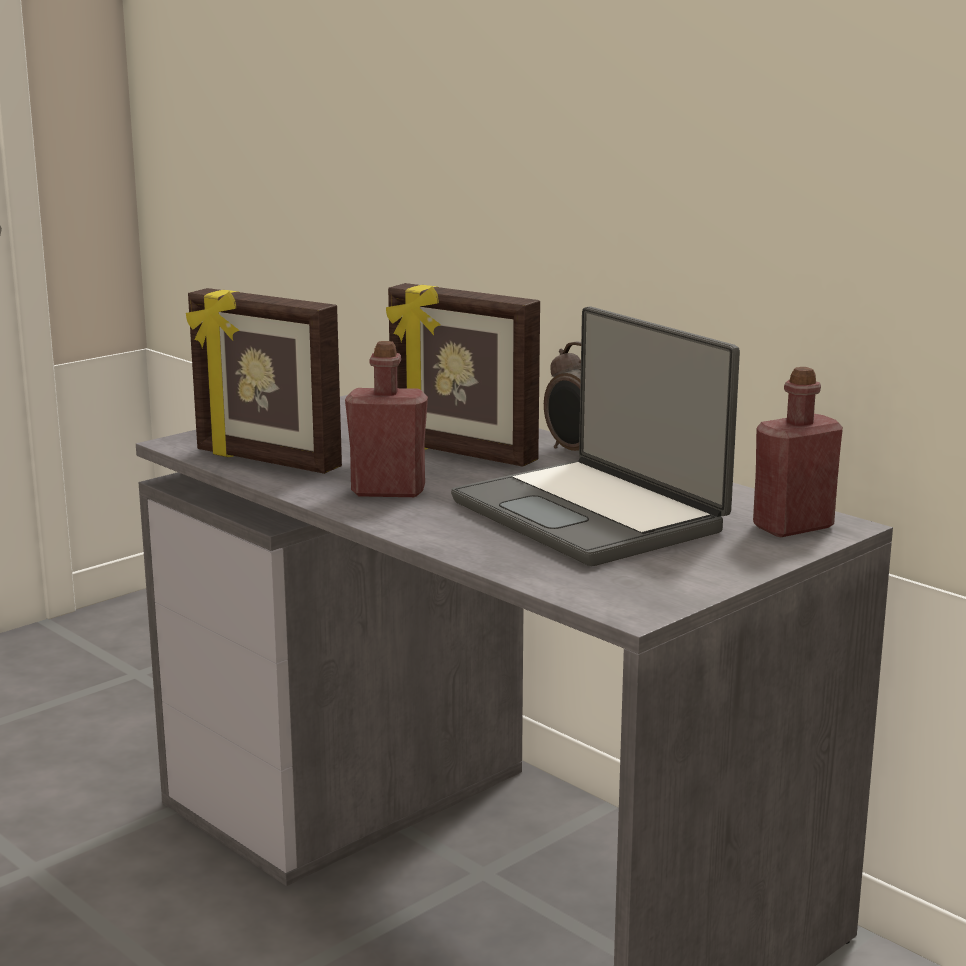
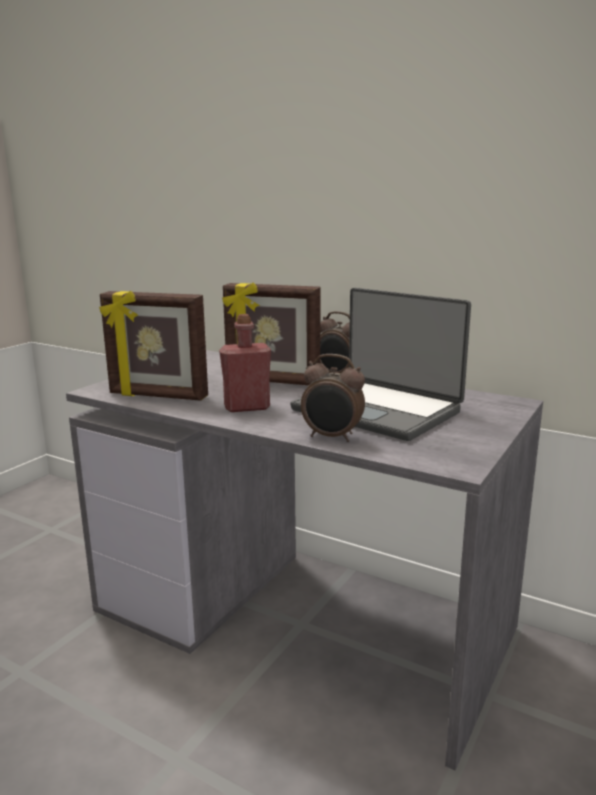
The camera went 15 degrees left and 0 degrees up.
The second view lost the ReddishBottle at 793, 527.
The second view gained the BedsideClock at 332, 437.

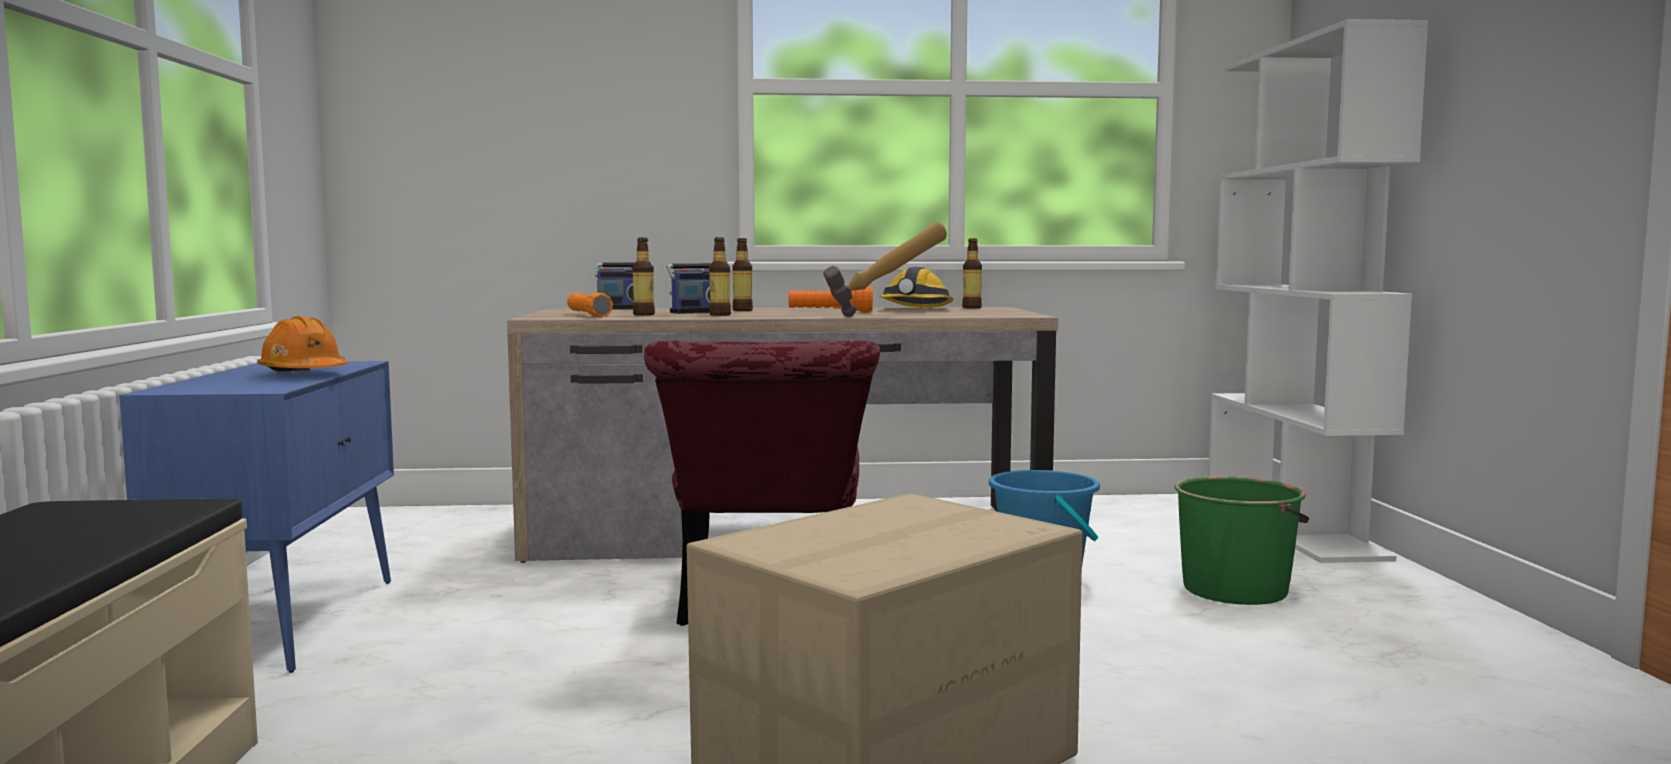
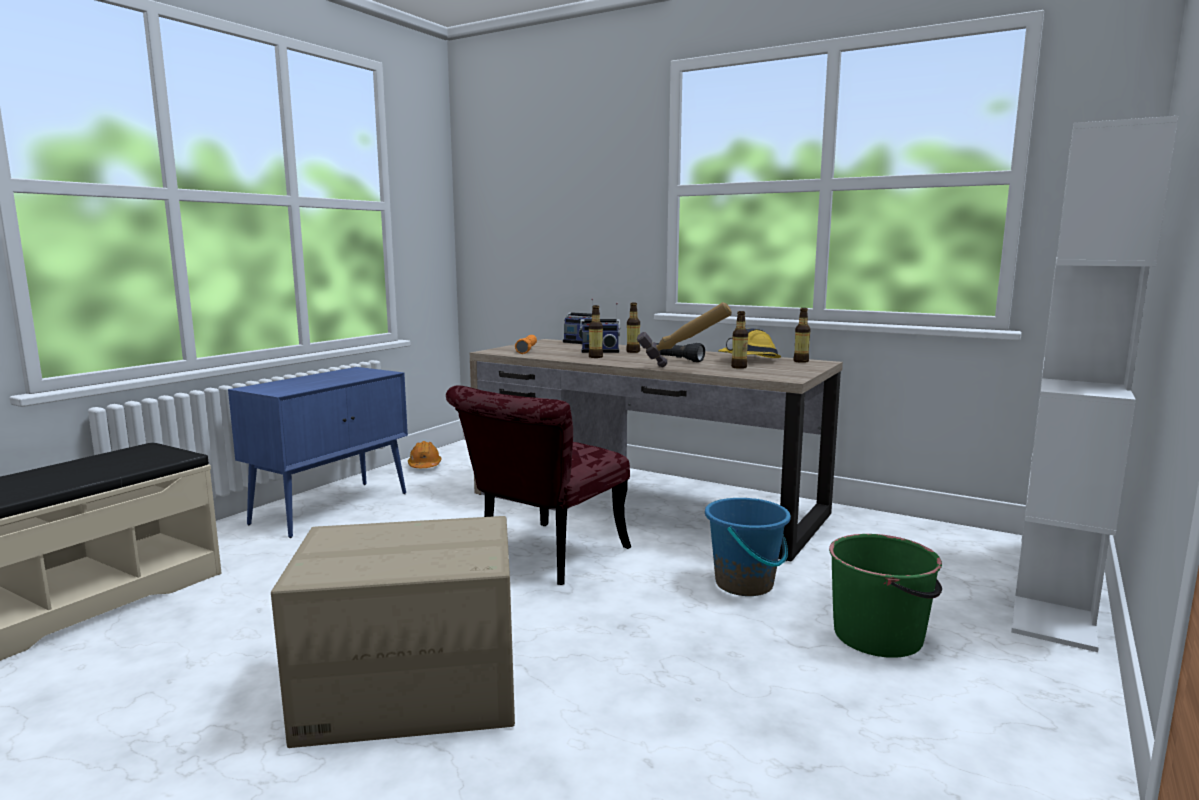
The camera went 35 degrees right and 5 degrees up.
The OrangeyWorkHelmet ended up elsewhere, having gone from 304, 374 to 424, 466.
The Bottle ended up elsewhere, having gone from 644, 315 to 739, 367.
What was the OrangeyTorch at 830, 312 turned into the BlackTorch at 674, 359.

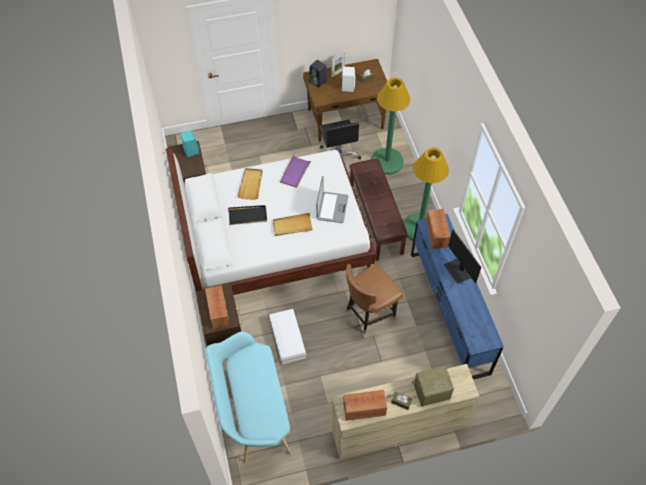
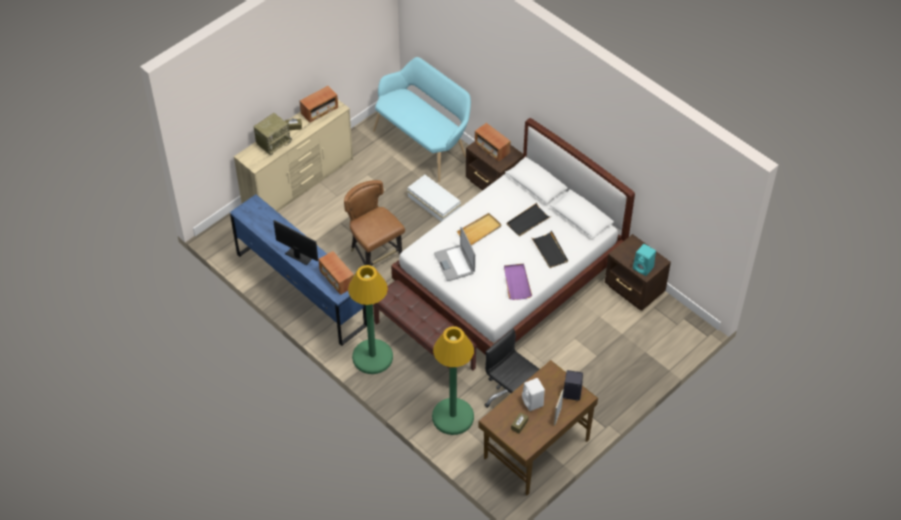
The camera went 150 degrees right and 5 degrees down.
What was the BeigeColouredTray at 251, 184 turned into the BlackTray at 550, 251.
The BrownishPlainChair at 369, 313 ended up facing another way, 60 degrees counterclockwise from before.

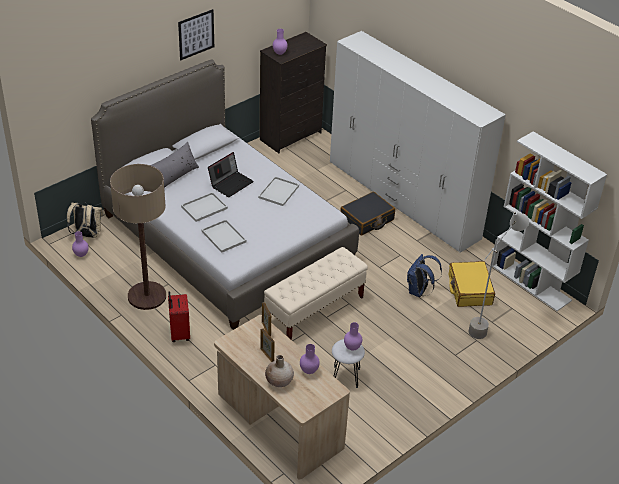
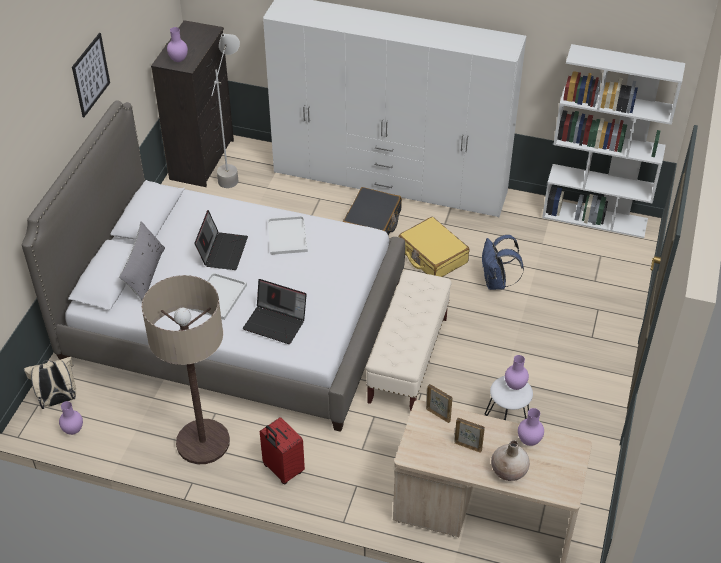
The camera went 30 degrees left and 5 degrees up.
Where the WhitishTray stood at 224, 237, the PortableComputer came to stand at 276, 323.
The YellowishTravelCase ended up elsewhere, having gone from 469, 290 to 432, 256.
The GrayStandingLamp ended up elsewhere, having gone from 487, 324 to 233, 170.

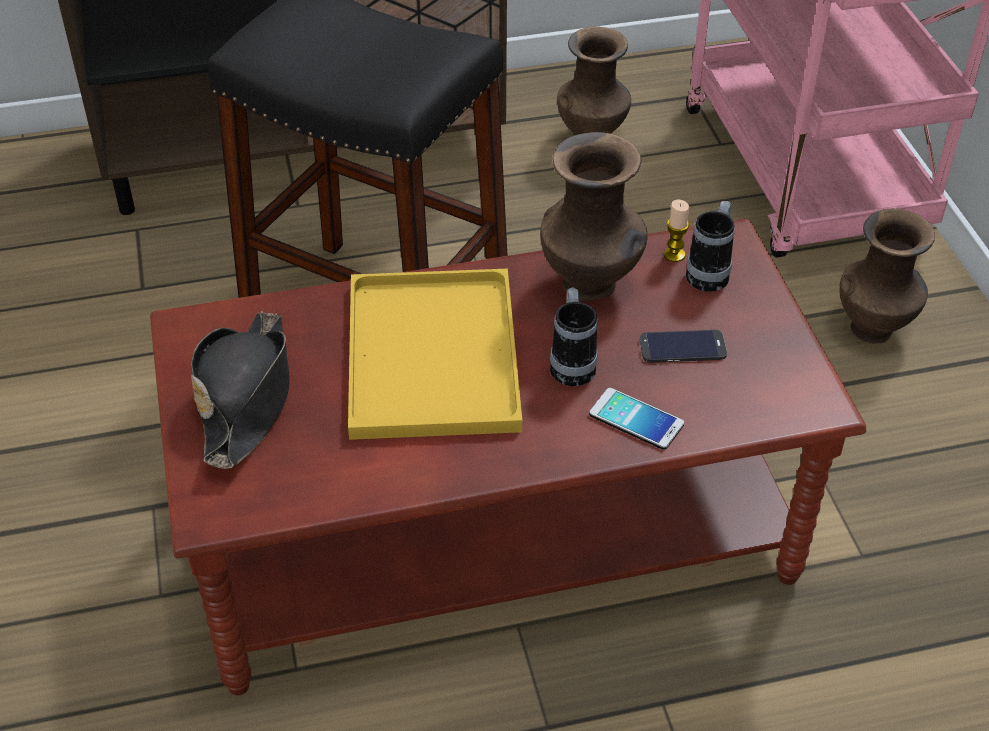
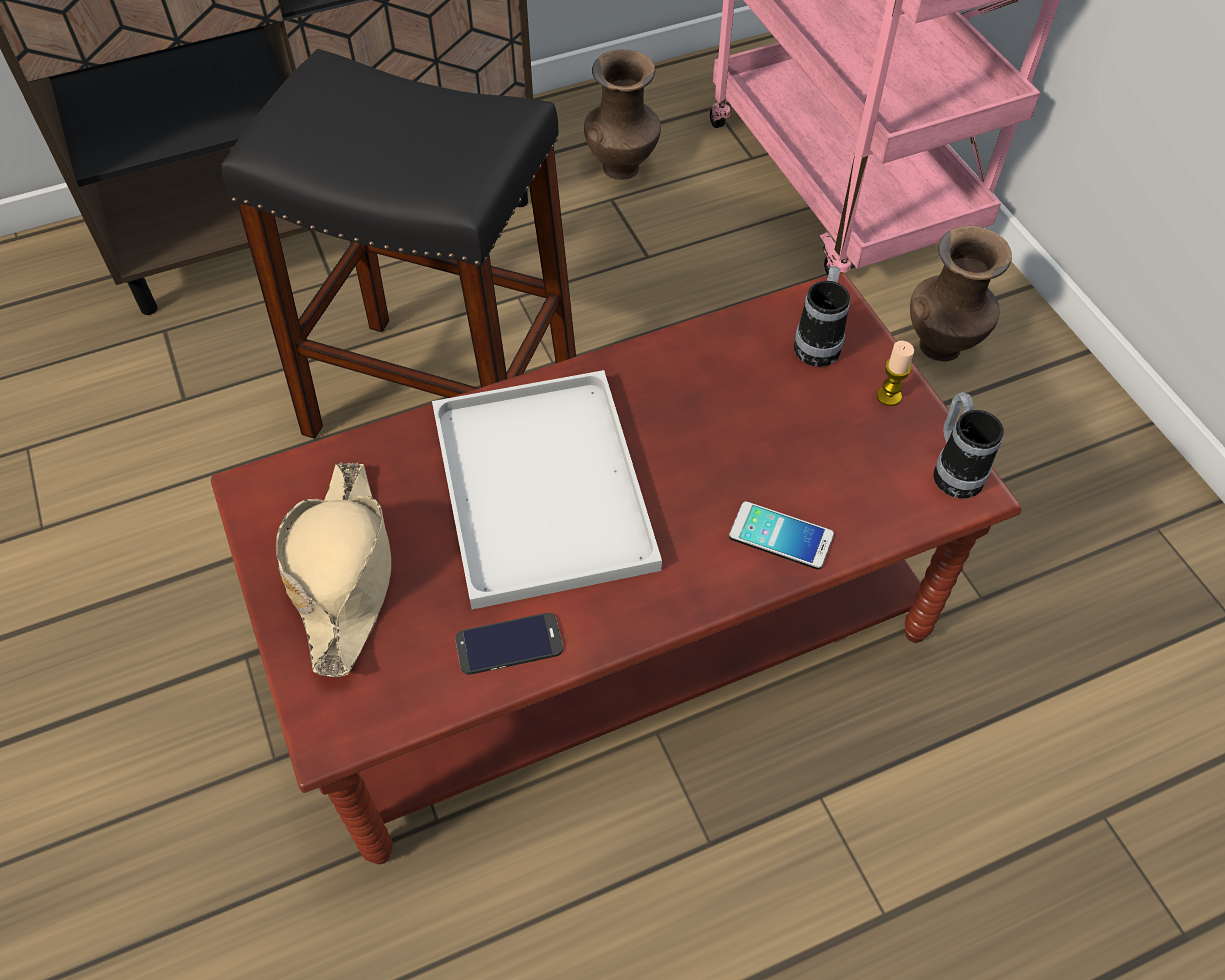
The camera went 10 degrees left and 10 degrees up.
What was the BlackHat at 247, 397 turned into the BeigeColouredHat at 344, 572.
What was the YellowishTray at 435, 358 turned into the WhitishTray at 546, 491.
The second view lost the BrownishDecorativeVase at 591, 285.
The TeaMug ended up elsewhere, having gone from 572, 364 to 954, 470.
The Handset ended up elsewhere, having gone from 682, 347 to 509, 644.
The WaxCandle ended up elsewhere, having gone from 674, 255 to 889, 396.

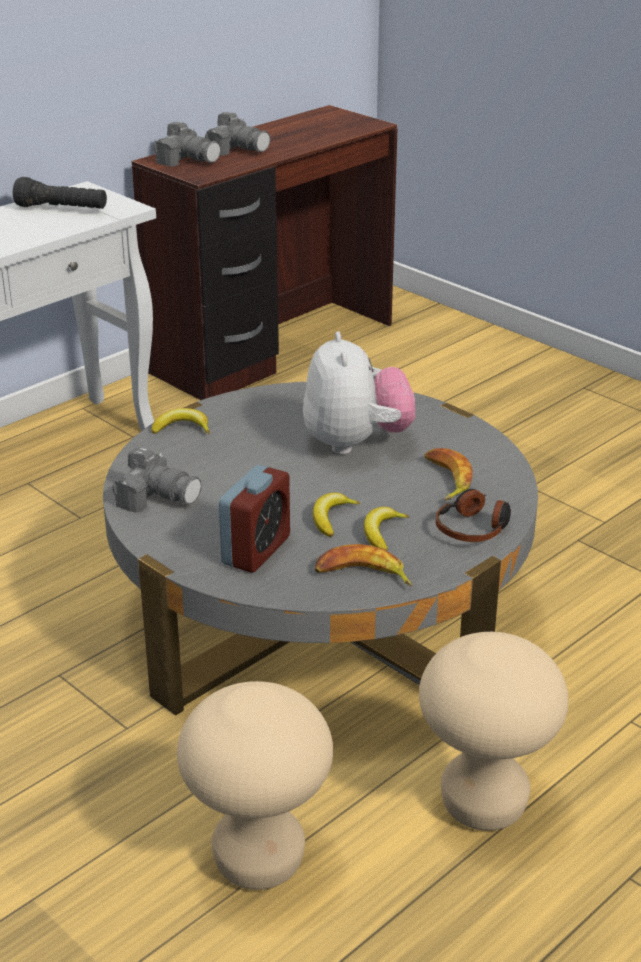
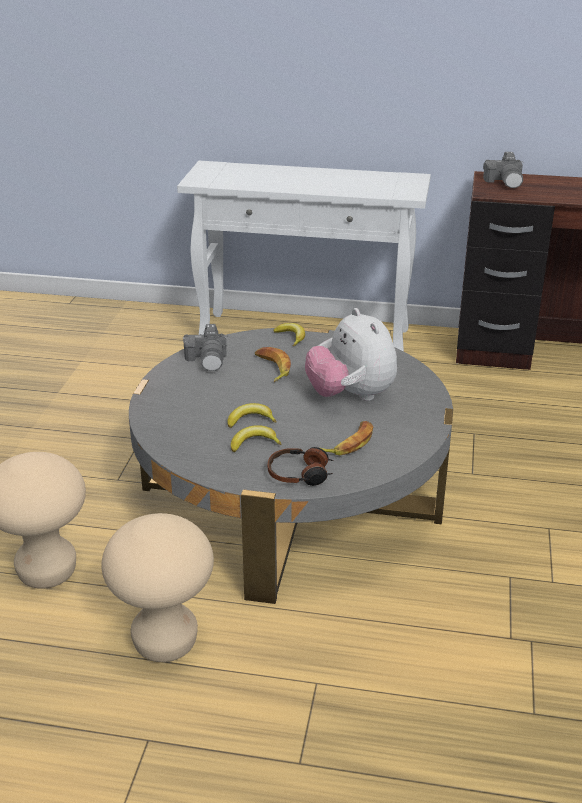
The camera went 55 degrees right and 0 degrees up.
The second view lost the BlackTorch at 62, 209.
The second view lost the PhotoCamera at 237, 149.
The second view lost the BedsideClock at 256, 550.
The CuddlyToy at 356, 443 ended up facing another way, 105 degrees clockwise from before.
The WholeBanana ended up elsewhere, having gone from 362, 575 to 272, 368.

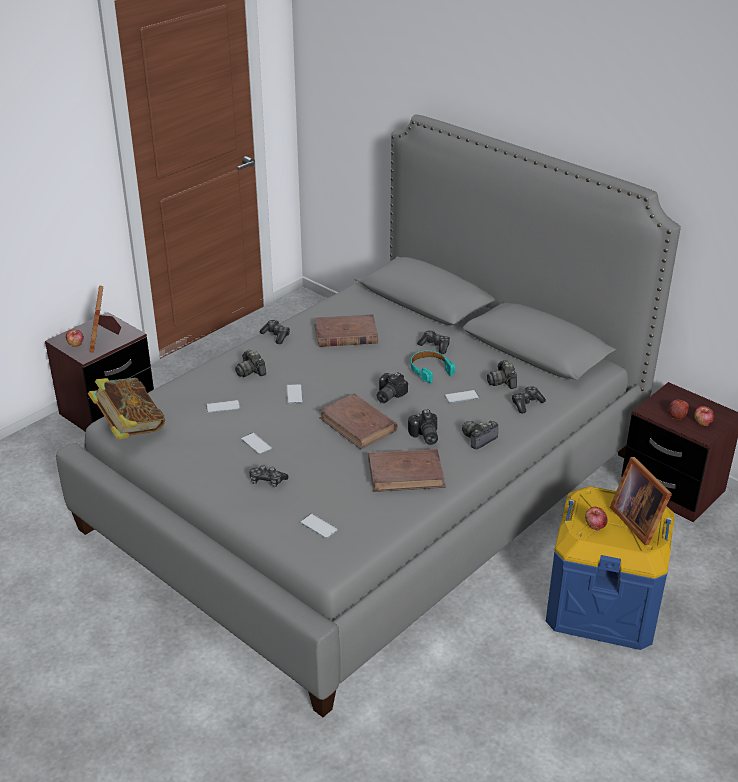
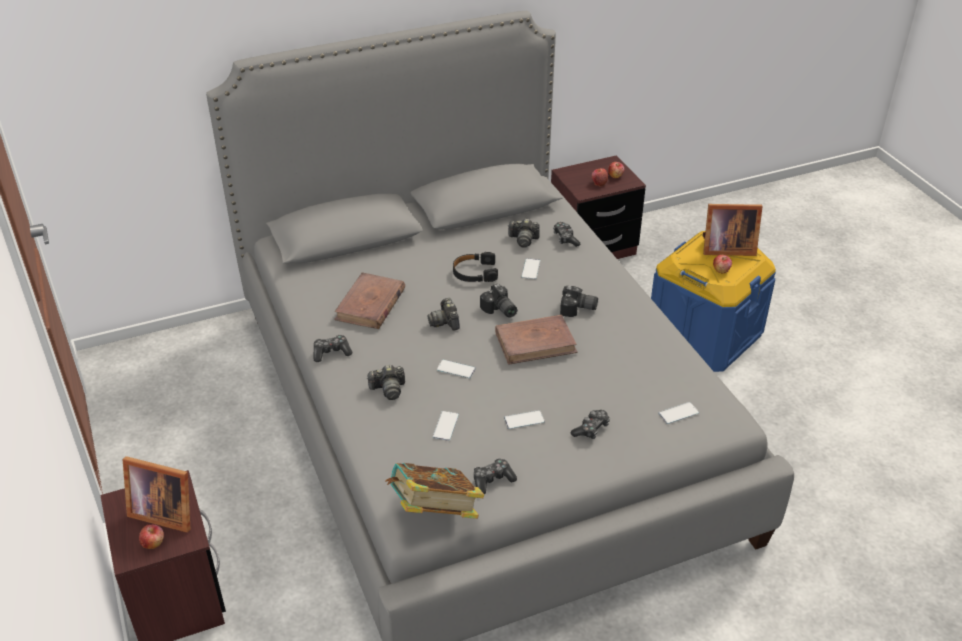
The camera went 65 degrees left and 5 degrees up.
The second view lost the BrownishVolume at 406, 474.
What was the BlueGreenPairOfHeadphones at 430, 370 turned into the BlackPairOfHeadphones at 474, 273.
The GameController ended up elsewhere, having gone from 435, 346 to 492, 480.
The PhotoCamera ended up elsewhere, having gone from 479, 439 to 445, 322.

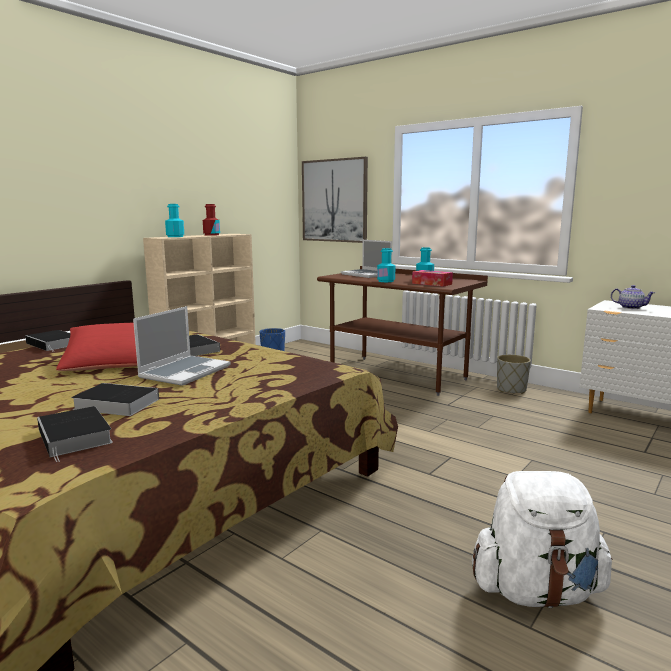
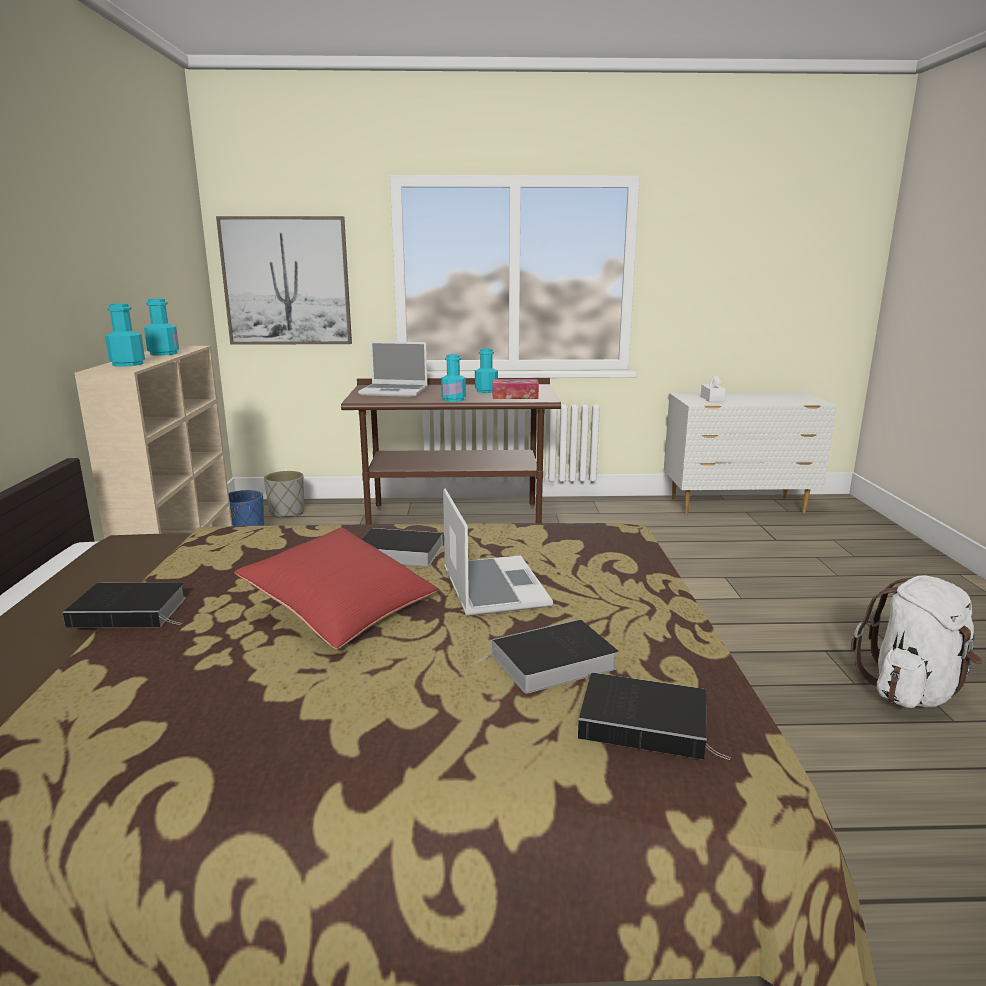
The camera went 40 degrees left and 5 degrees up.
What was the ReddishBottle at 211, 235 turned into the BlueGreenBottle at 163, 354.
The GrayPlantPot ended up elsewhere, having gone from 511, 390 to 287, 512.
Where the TeaPot stood at 630, 307, the WhitishBoxOfTissues came to stand at 712, 399.

